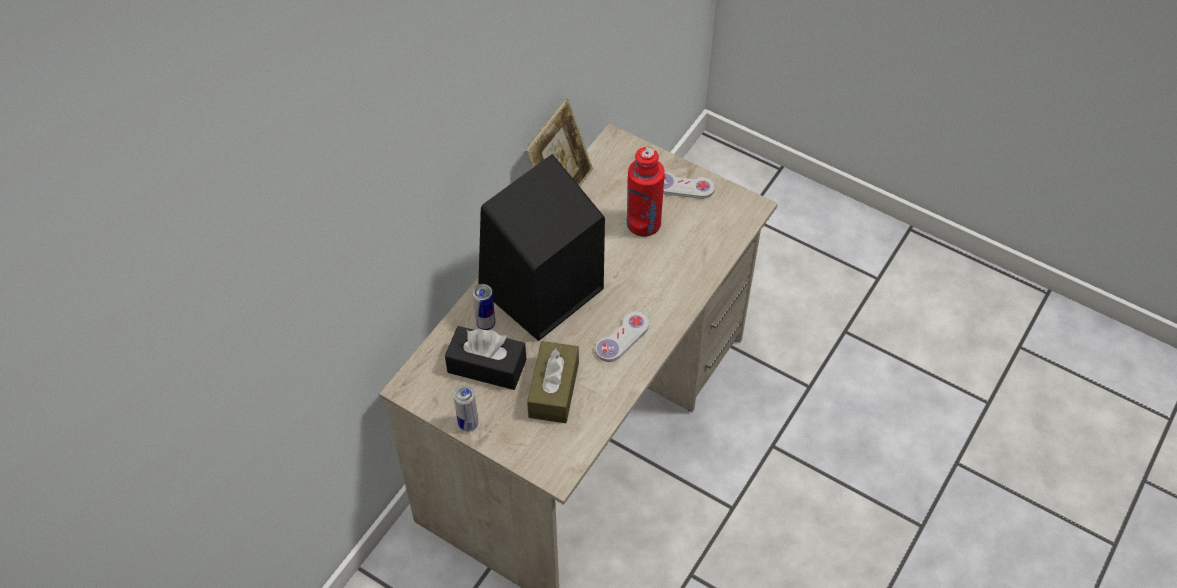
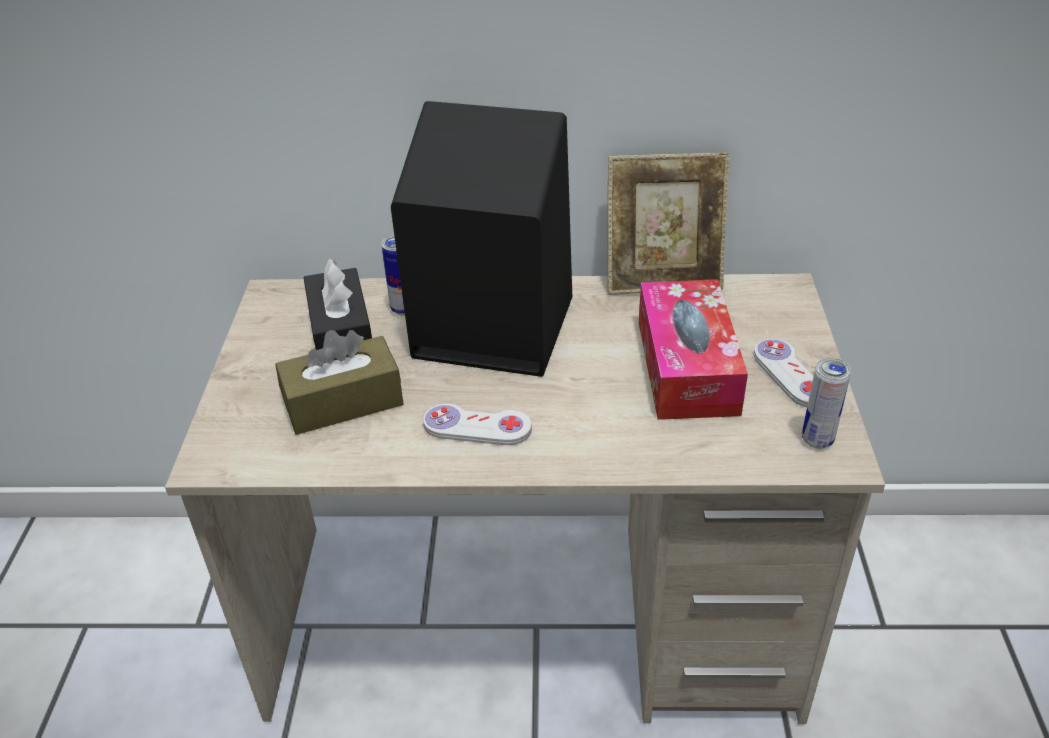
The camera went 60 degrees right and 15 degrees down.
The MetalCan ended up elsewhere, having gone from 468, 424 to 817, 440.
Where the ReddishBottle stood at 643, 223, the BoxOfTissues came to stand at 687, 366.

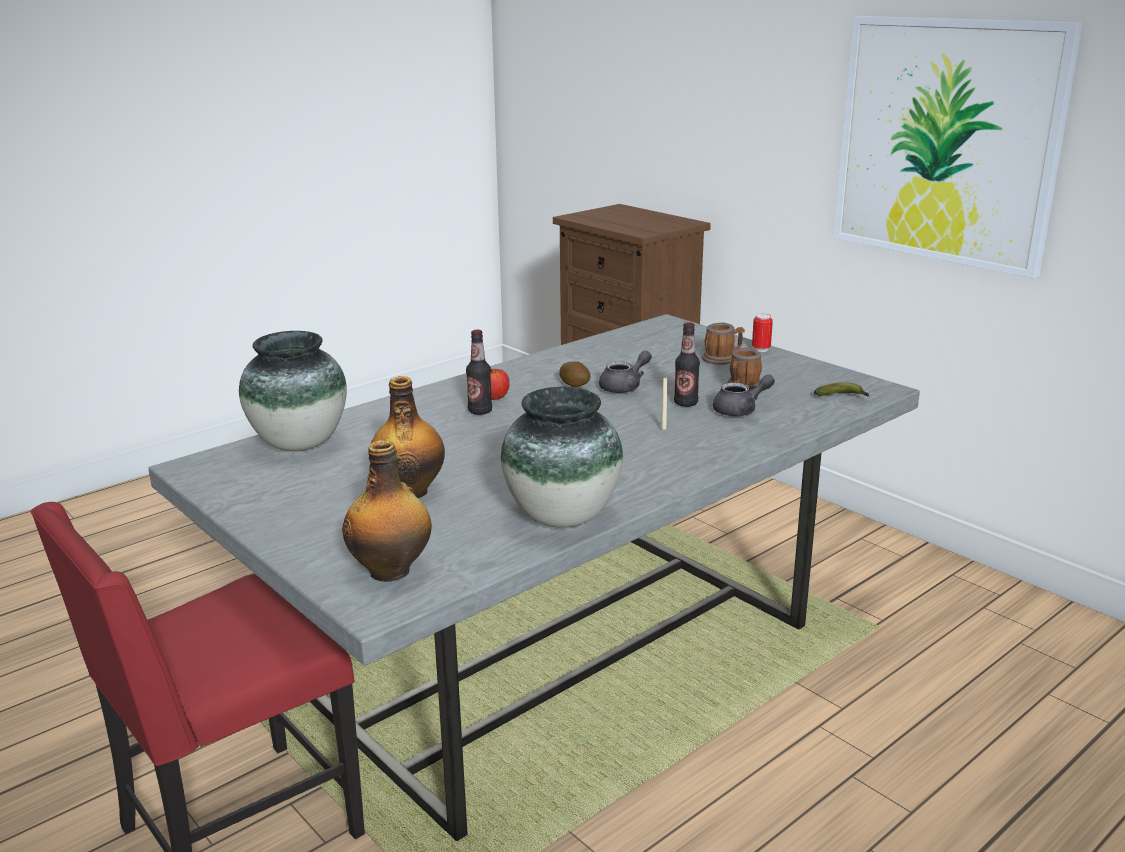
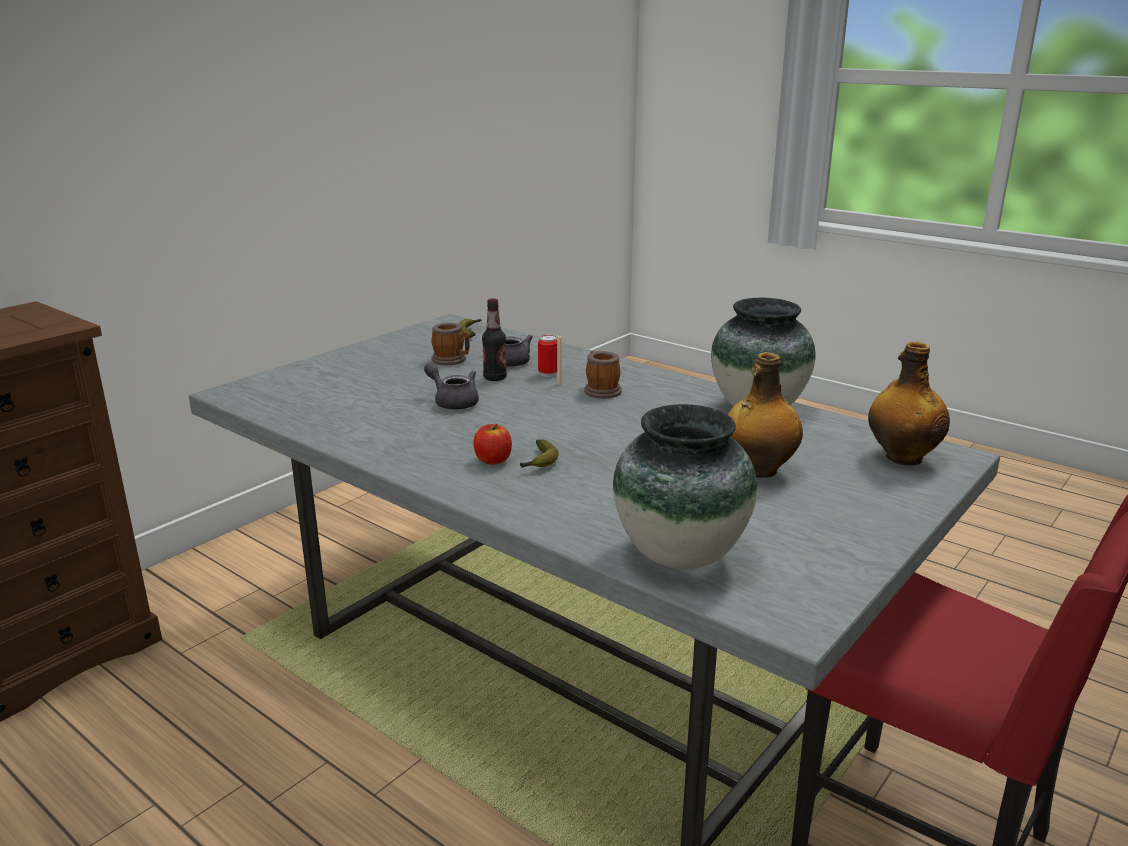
The camera went 100 degrees left and 0 degrees up.
Where the Bottle stood at 480, 411, the WholeBanana came to stand at 539, 462.
The second view lost the Potato at 575, 385.
The TeaMug ended up elsewhere, having gone from 722, 358 to 600, 390.
The MetalCan ended up elsewhere, having gone from 761, 349 to 548, 374.
The second view lost the WallArt at 946, 141.

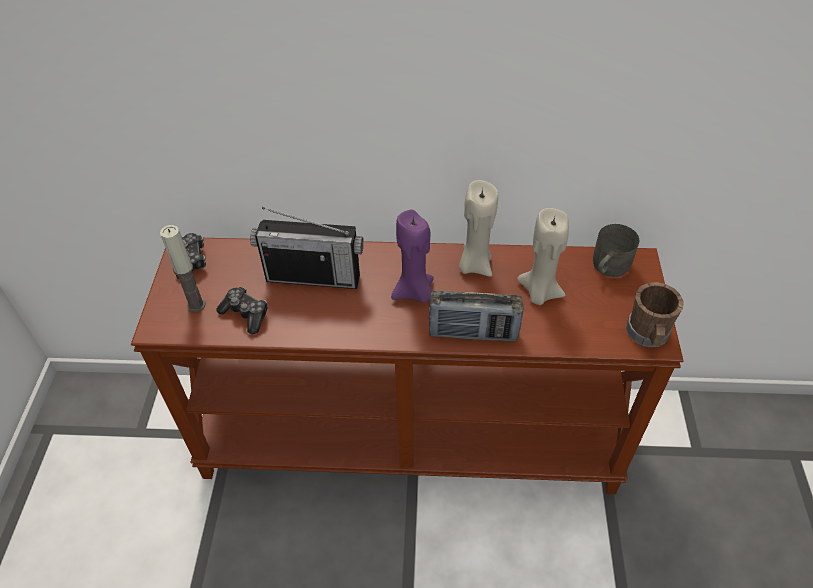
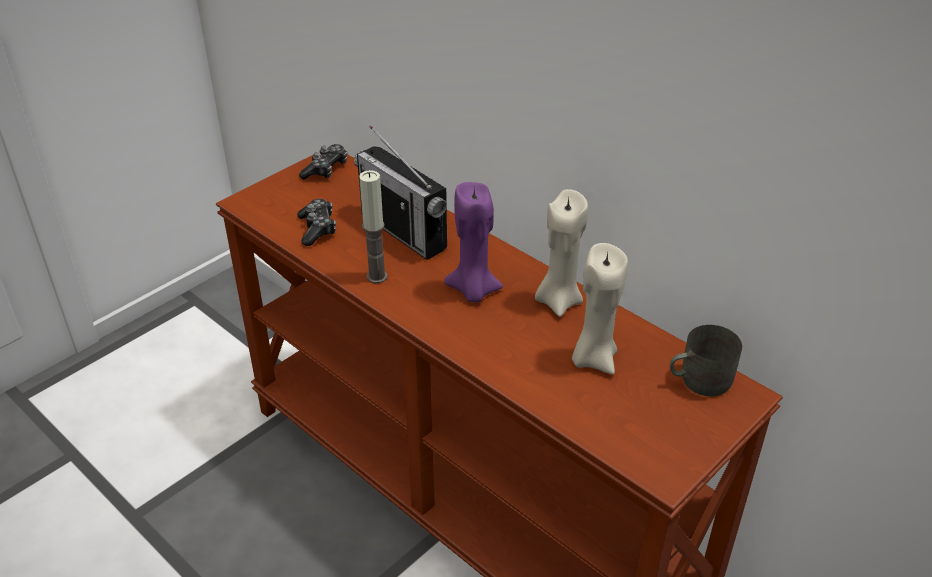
The camera went 40 degrees right and 10 degrees down.
The WaxCandle ended up elsewhere, having gone from 196, 305 to 377, 276.
The second view lost the Radio at 473, 333.
The second view lost the BrownishTeaMug at 648, 335.

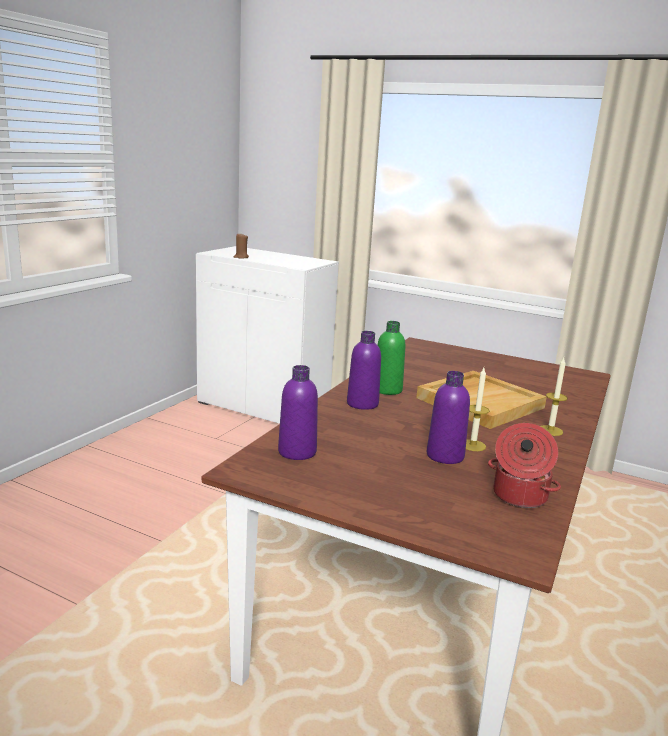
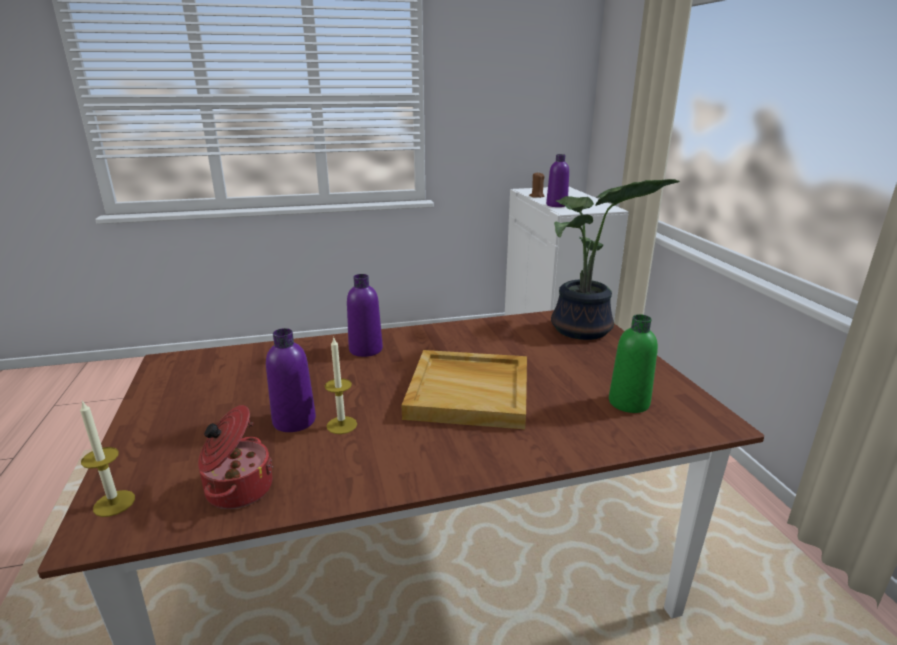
The camera went 50 degrees right and 5 degrees up.
The PurpleBottle ended up elsewhere, having gone from 297, 452 to 556, 205.
The GreenColouredBottle ended up elsewhere, having gone from 387, 390 to 629, 403.
The WaxCandle ended up elsewhere, having gone from 550, 430 to 114, 503.
The second view gained the PottedPlant at 583, 331.

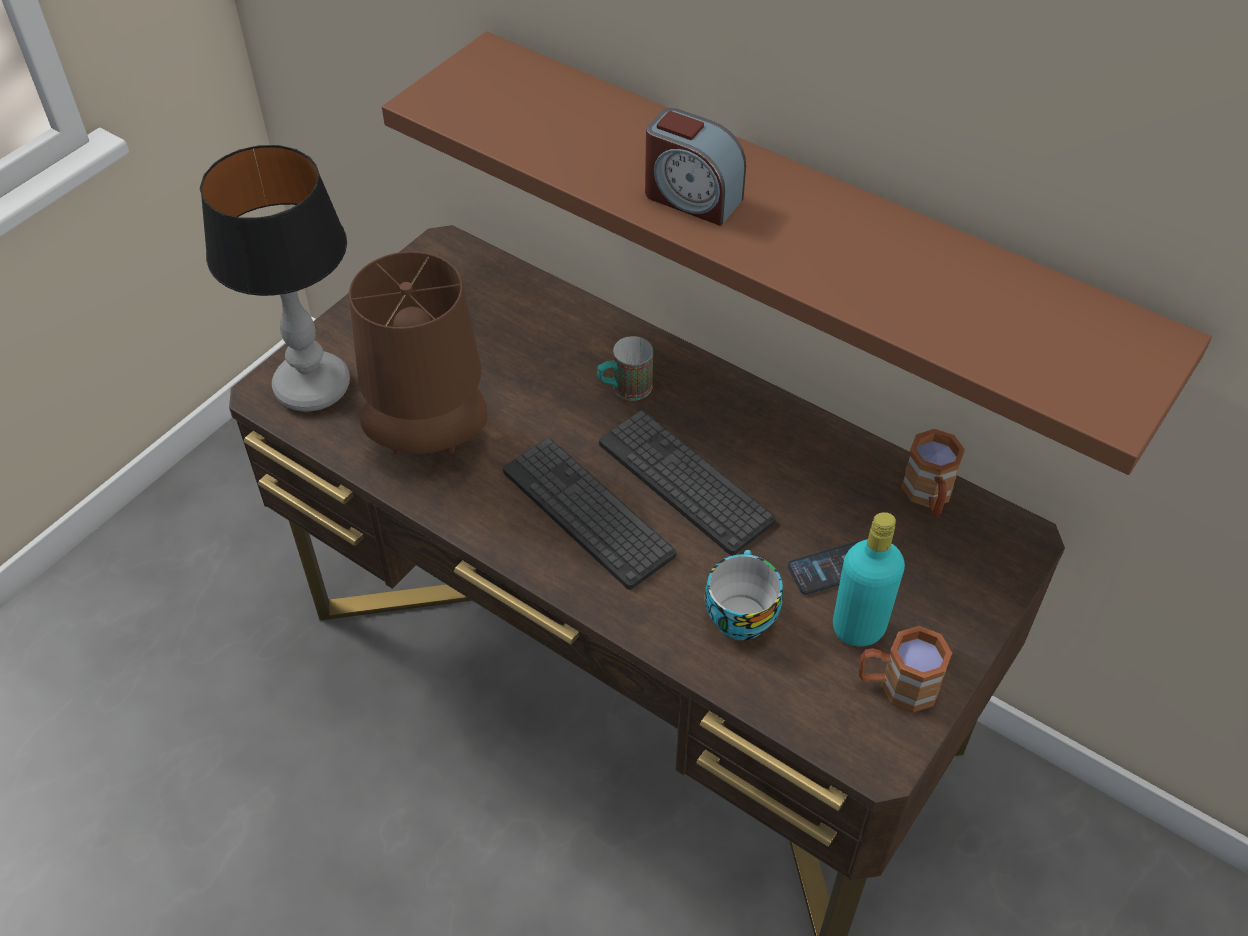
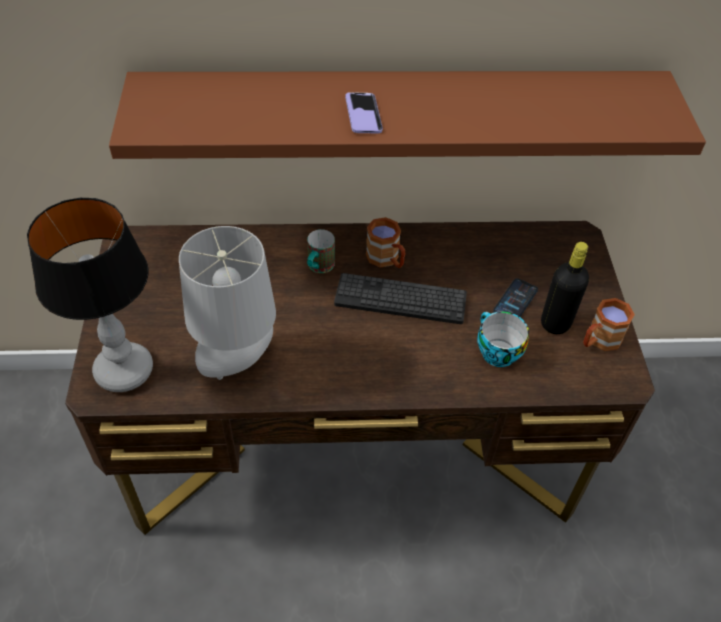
The camera went 40 degrees left and 0 degrees up.
What was the BrownishTabletopLamp at 431, 444 turned into the GrayTabletopLamp at 237, 361.
The second view lost the PcKeyboard at 587, 512.
Where the BedsideClock stood at 691, 197, the Handset came to stand at 363, 115.
What was the BlueGreenBottle at 858, 628 turned into the BlackBottle at 555, 323.
The BrownishTeaMug ended up elsewhere, having gone from 928, 496 to 386, 260.

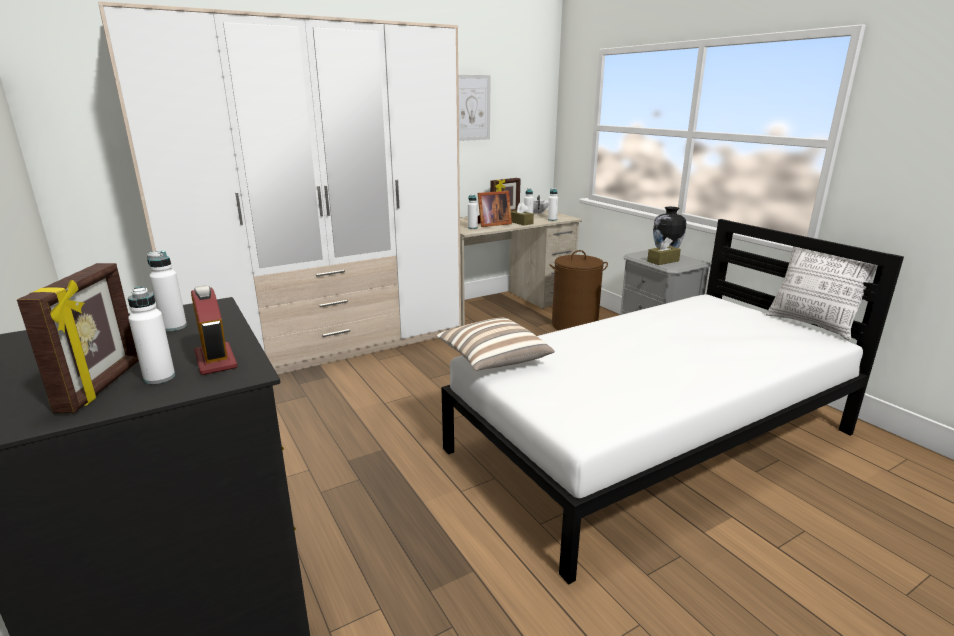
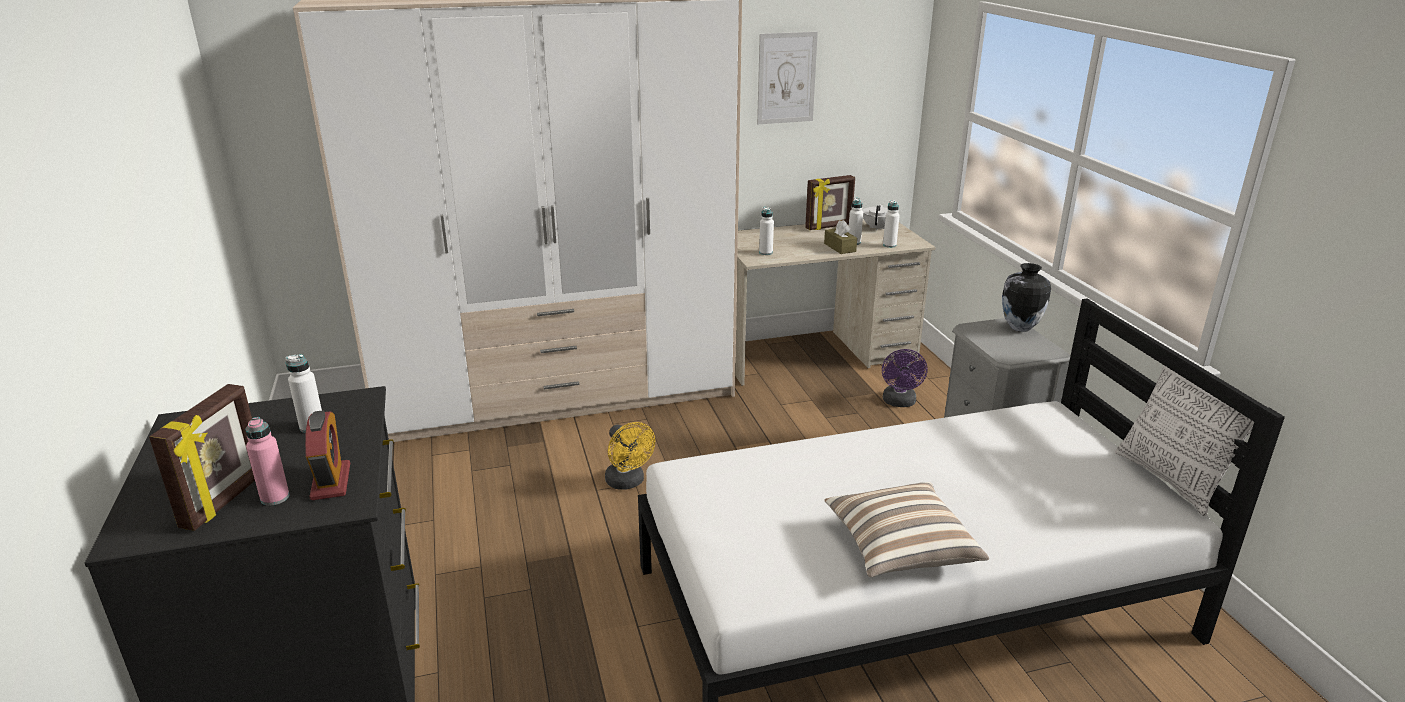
The camera went 15 degrees right and 5 degrees up.
What was the WhitishBottle at 159, 377 turned into the PinkishBottle at 275, 497.
The Cushion ended up elsewhere, having gone from 492, 360 to 900, 548.
The second view lost the PhotoFrame at 492, 224.
Where the BrownishHamper stood at 575, 325, the PurpleCoolingFan came to stand at 899, 403.
The second view lost the BrownishBoxOfTissues at 663, 261.
The second view gained the YellowishCoolingFan at 628, 482.

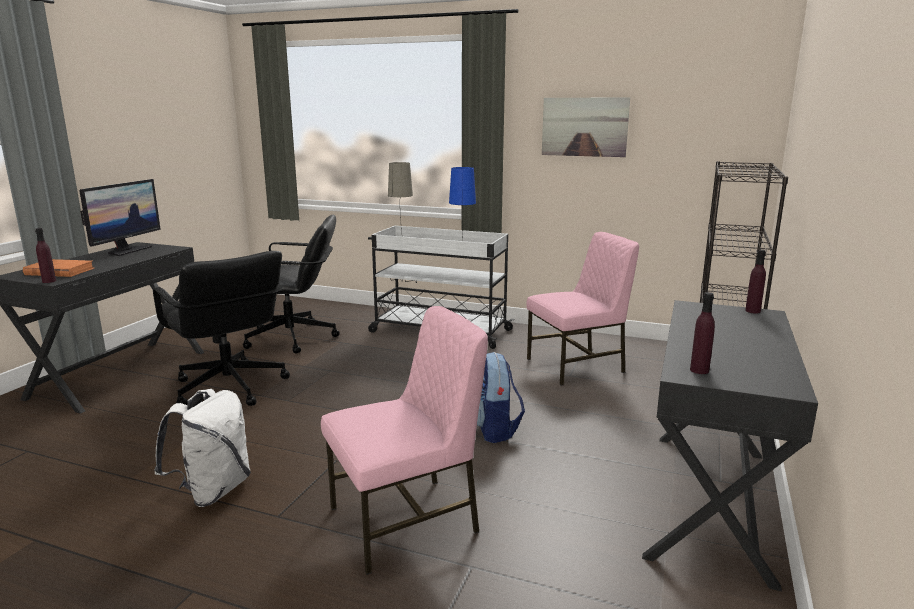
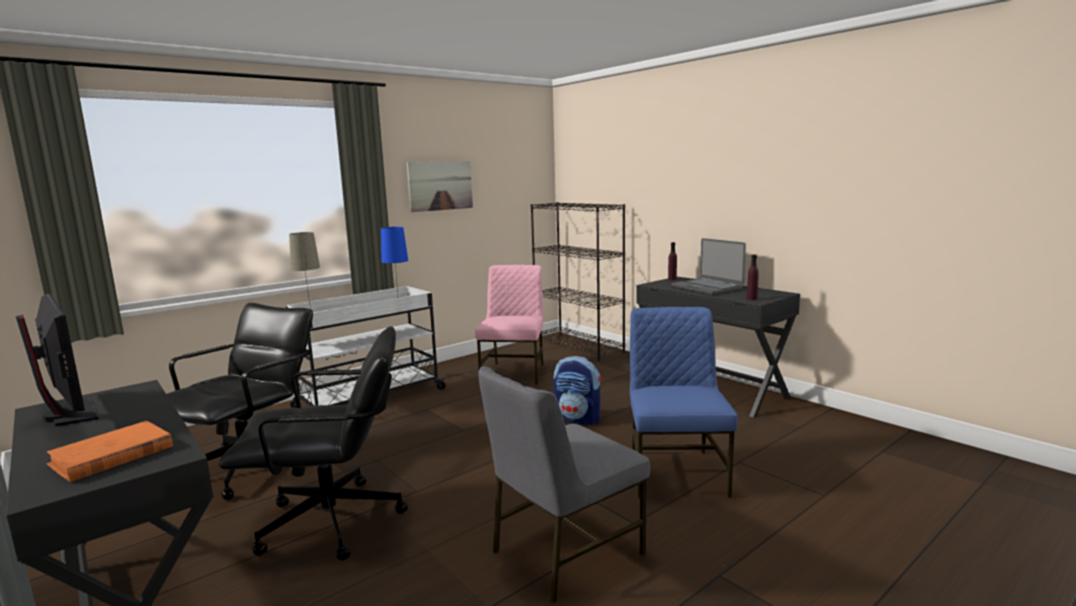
The camera went 60 degrees left and 5 degrees down.
The second view lost the PurpleBottle at 49, 281.
Where the WhitishRucksack stood at 213, 490, the GrayPlainChair came to stand at 564, 552.
What was the PinkishPlainChair at 407, 520 turned into the BluePlainChair at 675, 472.
The second view gained the PortableComputer at 707, 287.

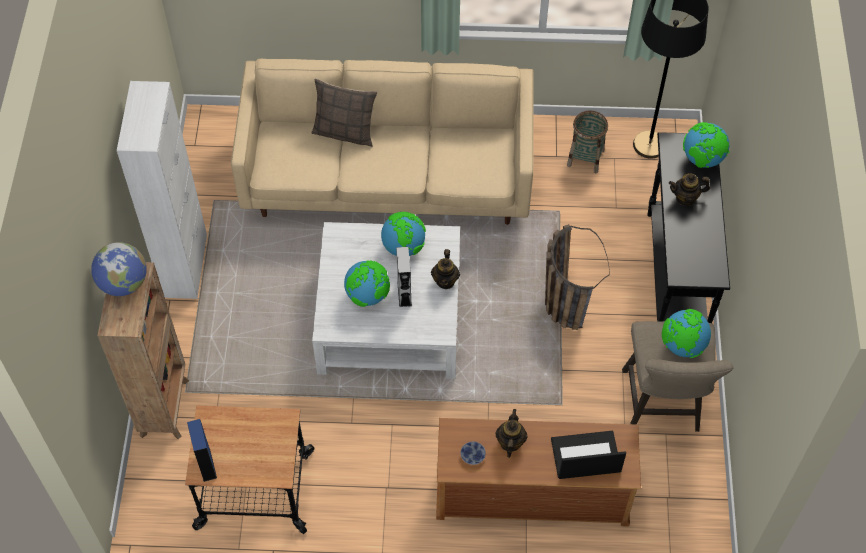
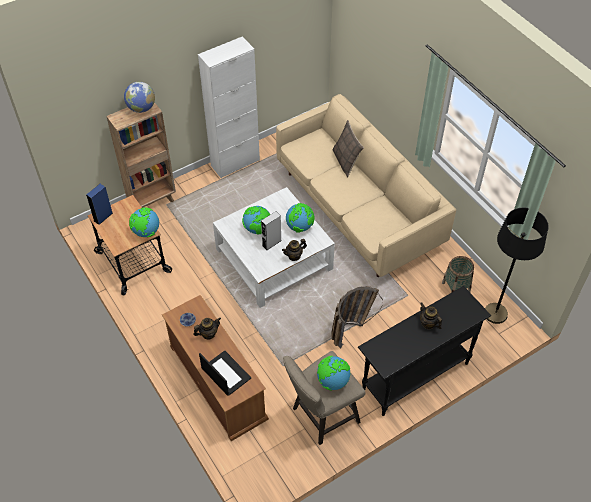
The camera went 55 degrees right and 5 degrees down.
The DeskGlobe ended up elsewhere, having gone from 702, 160 to 146, 232.

